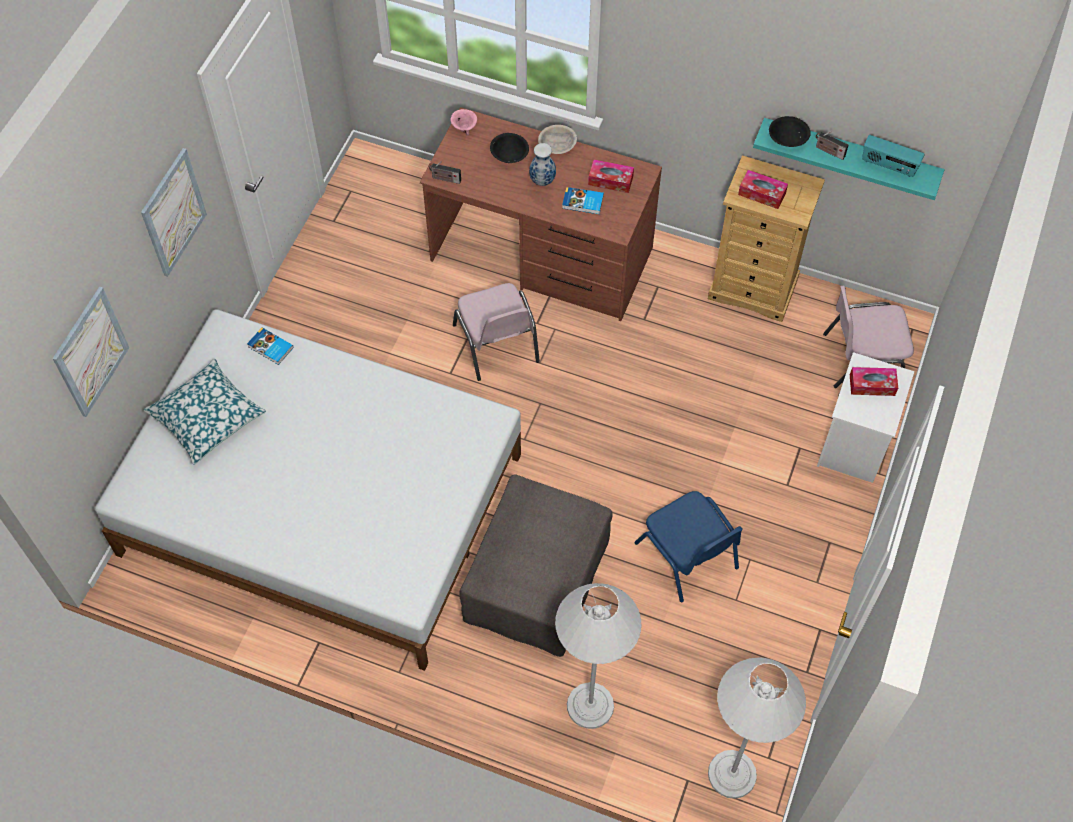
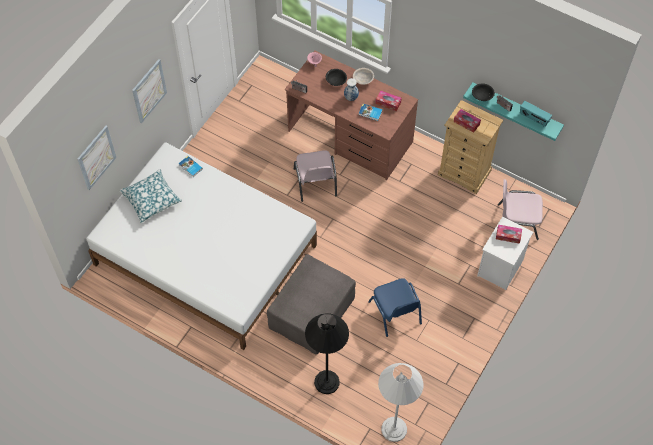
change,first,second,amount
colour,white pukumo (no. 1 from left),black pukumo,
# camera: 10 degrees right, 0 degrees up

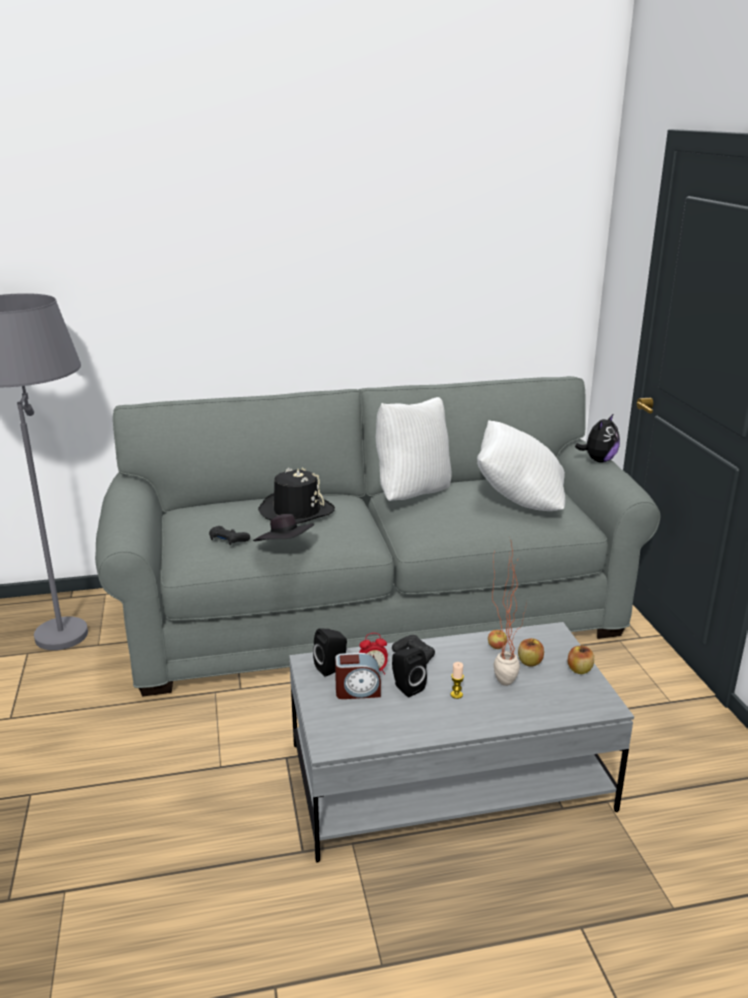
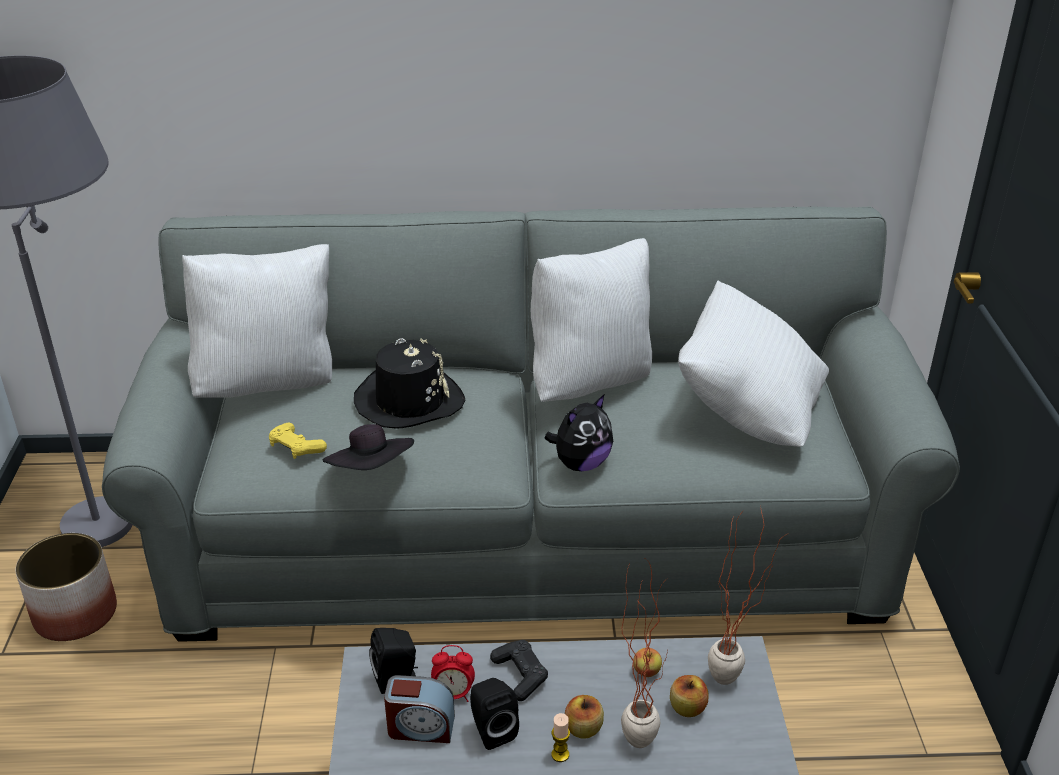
change,first,second,amount
colour,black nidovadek (no. 1 from left),yellow nidovadek,
relocated,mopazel (no. 3 from left in the first image),mopazel (no. 1 from left),
relocated,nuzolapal,,
appeared,,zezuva,
appeared,,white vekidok (no. 1 from left),
appeared,,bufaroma (no. 2 from left),
# camera: 10 degrees right, 10 degrees up

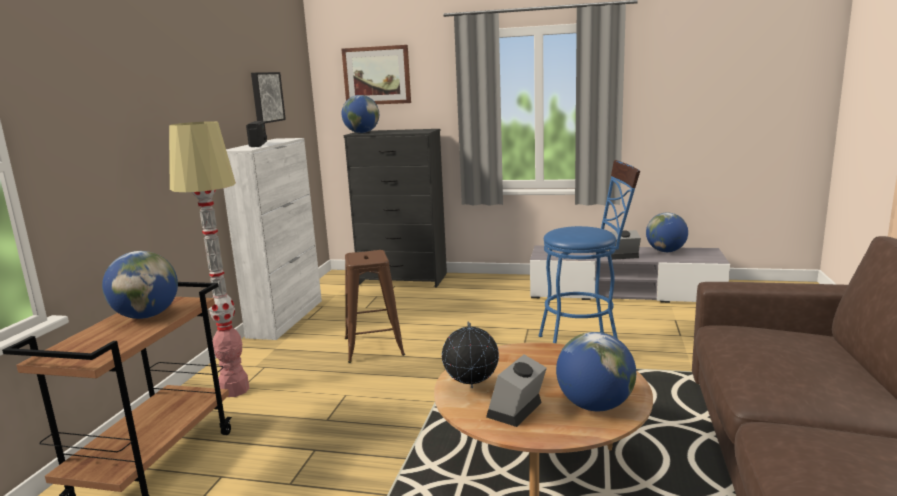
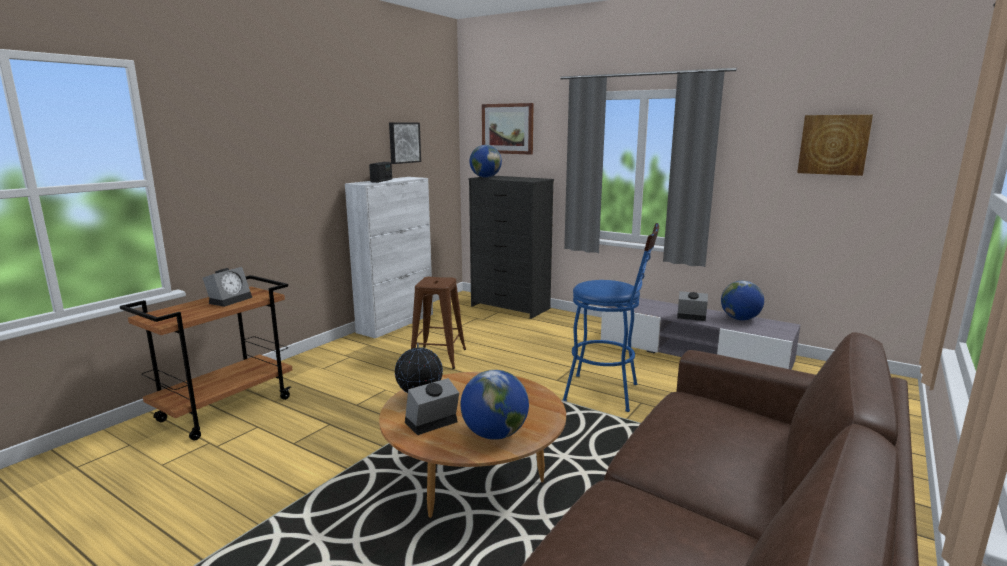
change,first,second,amount
exchanged,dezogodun (no. 1 from left),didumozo (no. 1 from left),
missing,pukumo,,
appeared,,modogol (no. 3 from left),
# camera: 20 degrees right, 0 degrees up

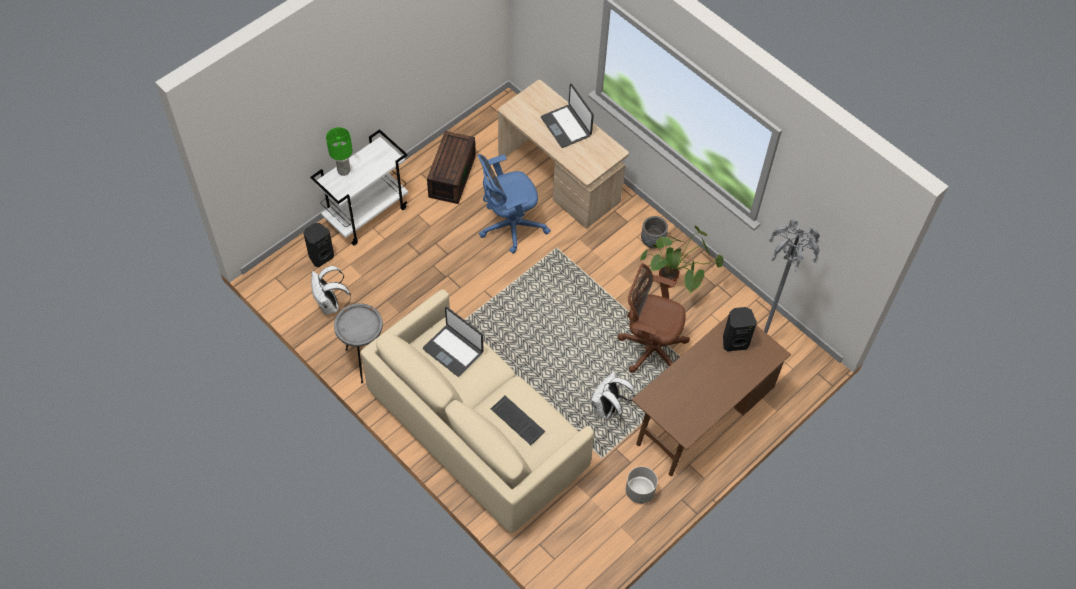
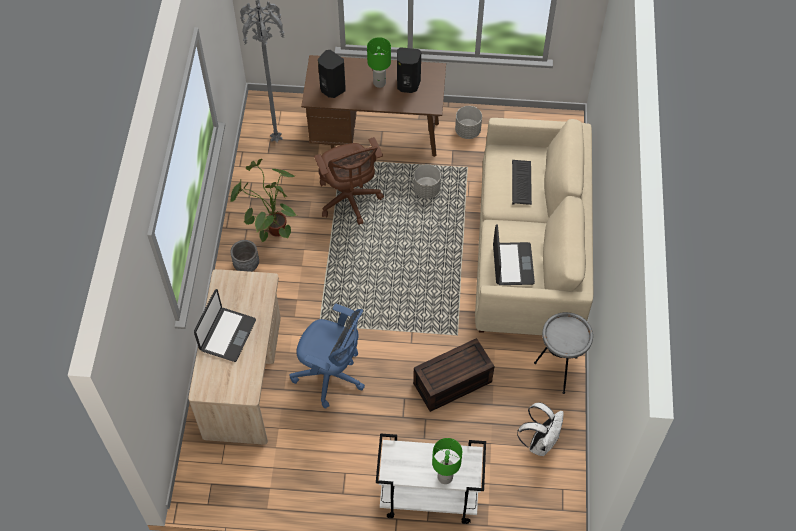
change,first,second,amount
relocated,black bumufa (no. 1 from left in the first image),black bumufa (no. 2 from left),
relocated,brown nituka,,
exchanged,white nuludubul (no. 2 from left),grey zezuva (no. 2 from left),
appeared,,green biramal (no. 1 from left),
# camera: 130 degrees left, 0 degrees up

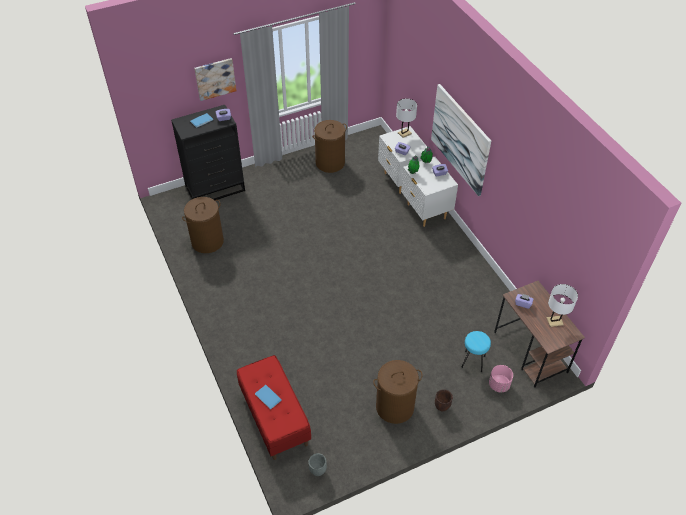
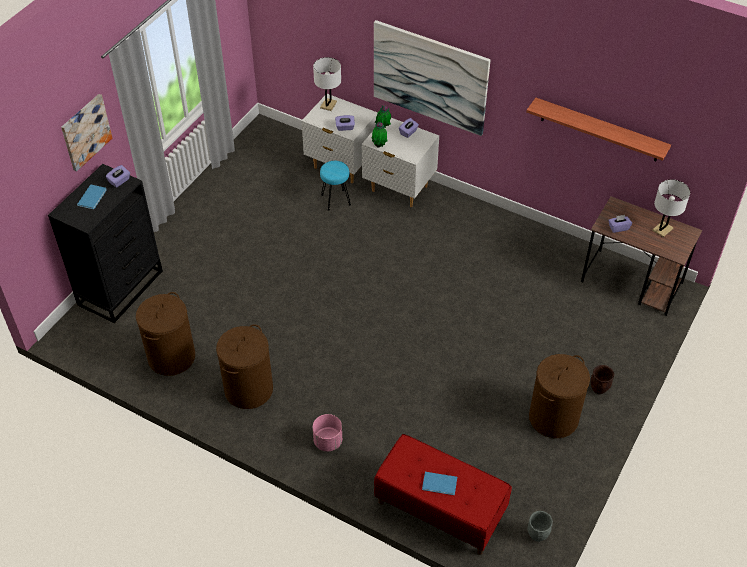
change,first,second,amount
relocated,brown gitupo (no. 2 from left),,
relocated,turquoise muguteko,,
relocated,pink zezuva,,
appeared,,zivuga,
# camera: 35 degrees left, 0 degrees up

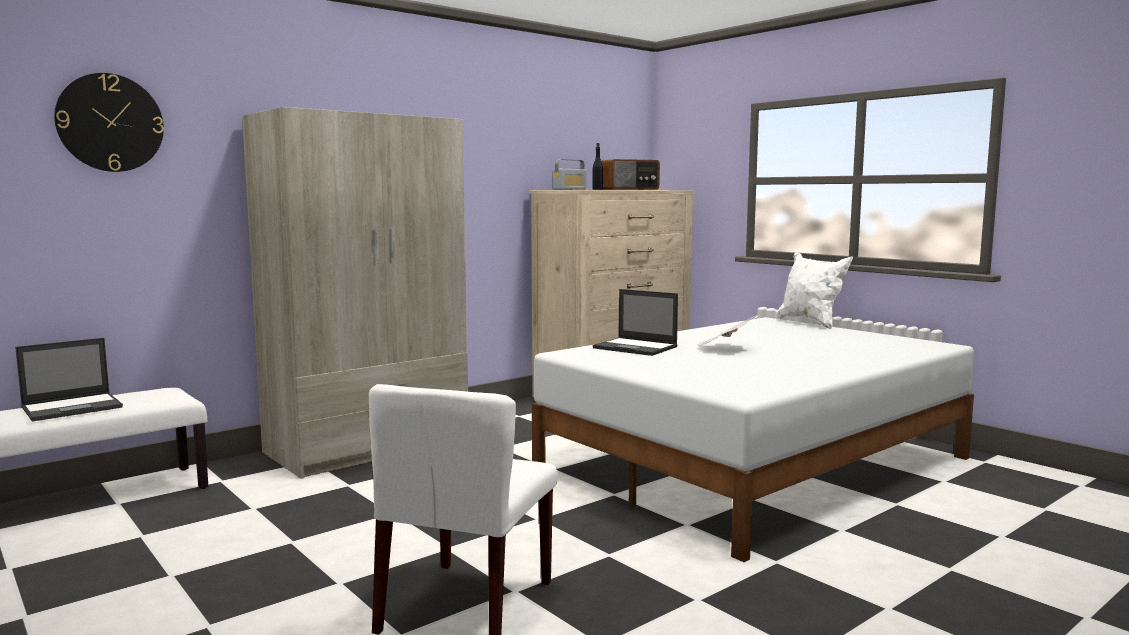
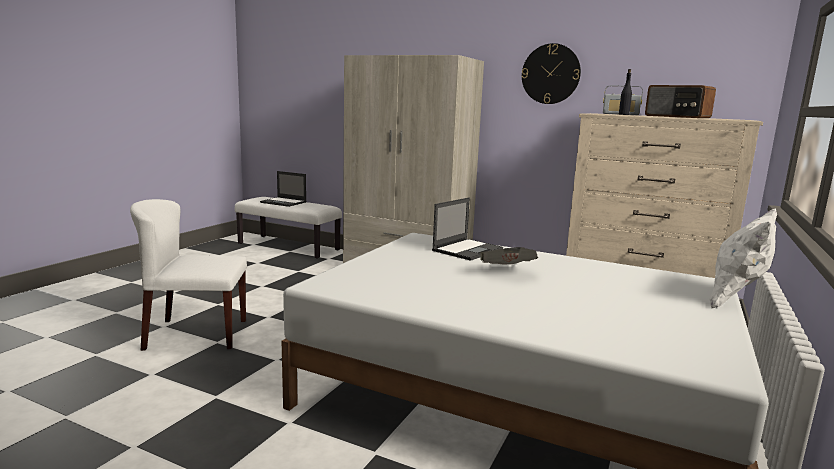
change,first,second,amount
relocated,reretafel,,
spun,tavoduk (no. 2 from left),,150 degrees counterclockwise
# camera: 65 degrees right, 5 degrees up

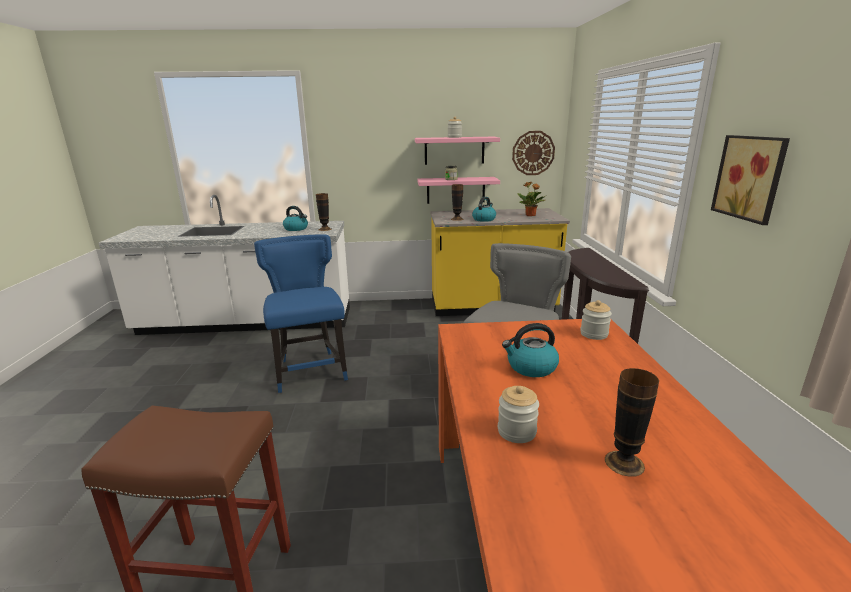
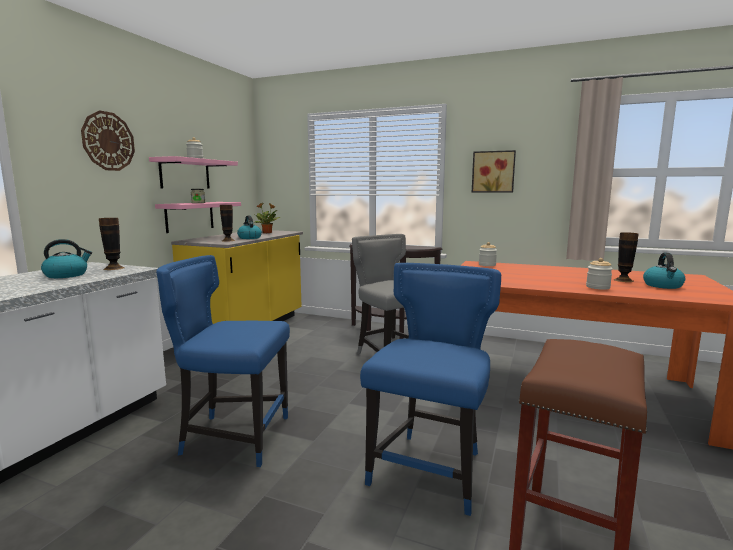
change,first,second,amount
relocated,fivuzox (no. 3 from left),,
relocated,reretafel,,
appeared,,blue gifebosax (no. 2 from left),
# camera: 65 degrees left, 10 degrees down

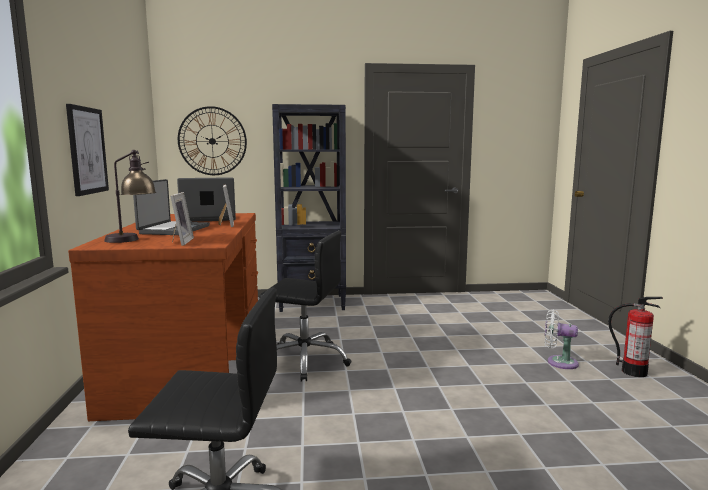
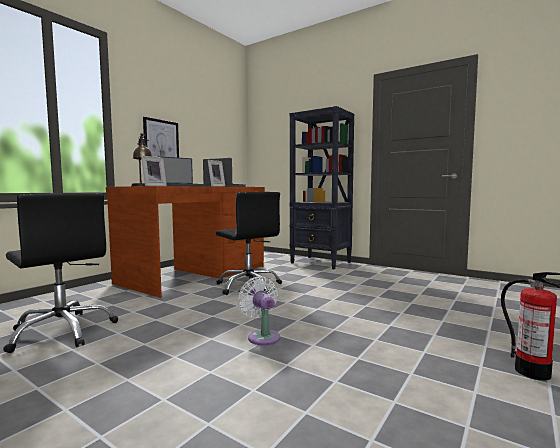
change,first,second,amount
missing,reretafel,,
relocated,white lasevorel,,
# camera: 40 degrees right, 5 degrees down

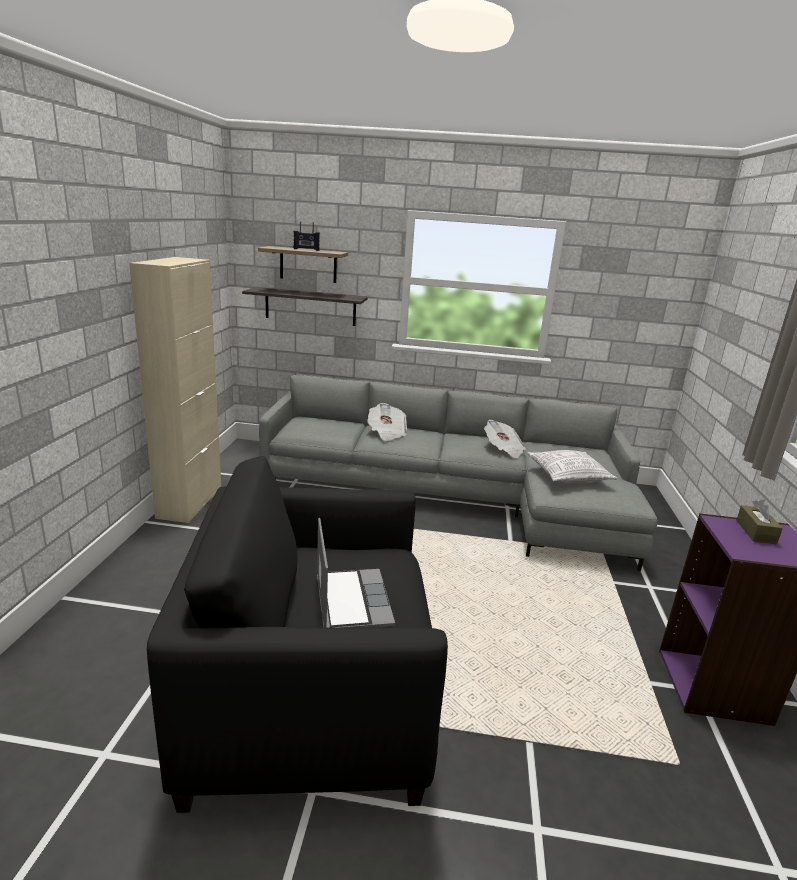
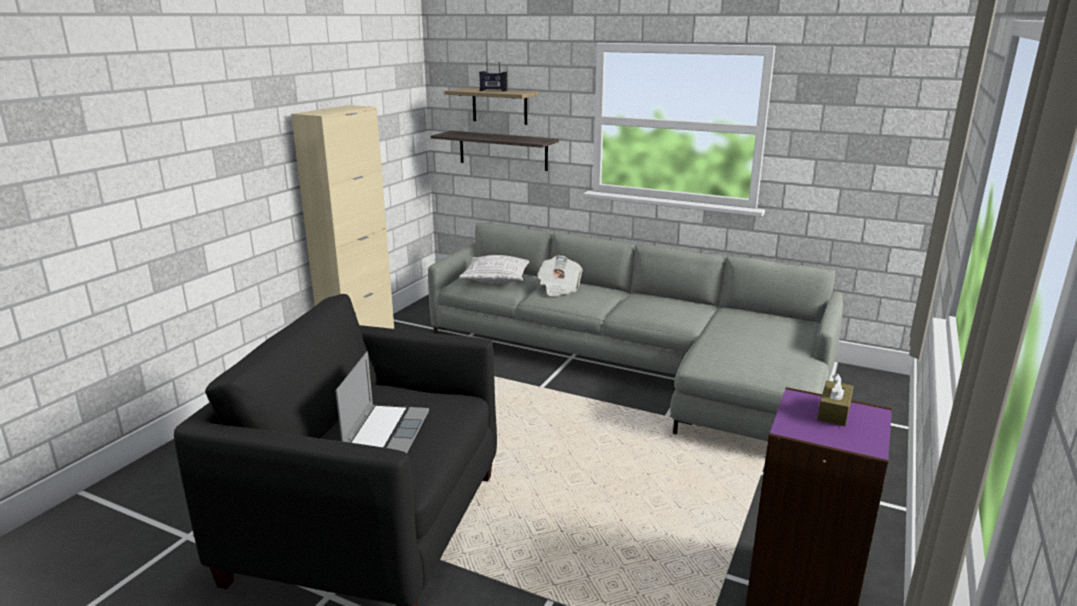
change,first,second,amount
missing,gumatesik (no. 2 from left),,
relocated,vekidok,,
# camera: 20 degrees right, 0 degrees up

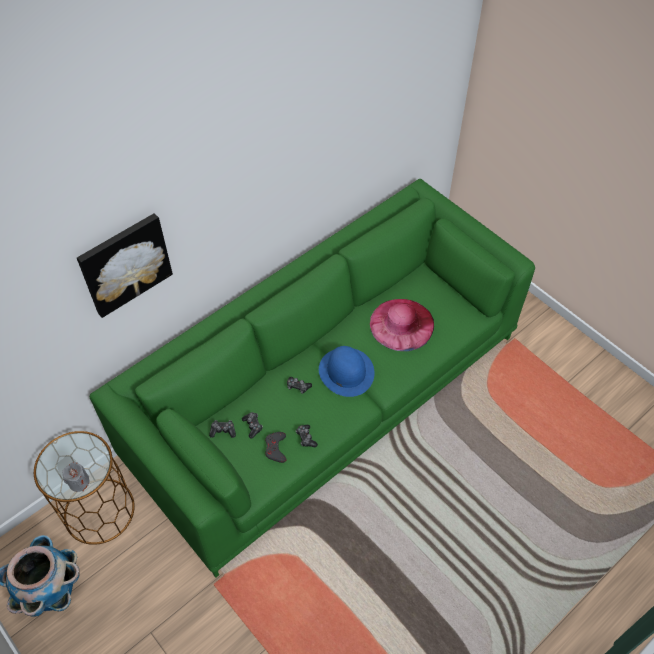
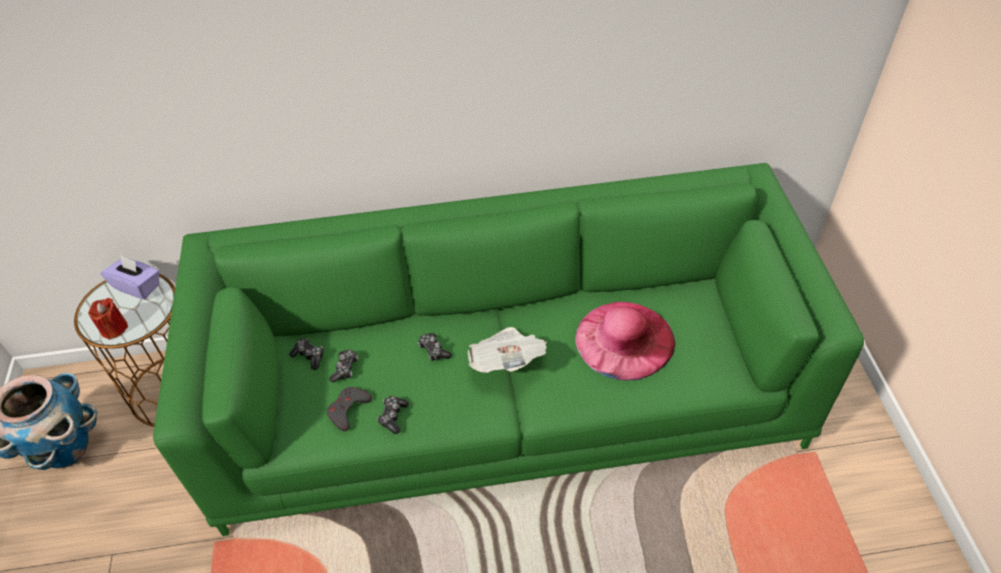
change,first,second,amount
colour,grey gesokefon,red gesokefon,
missing,modogol,,
exchanged,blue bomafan,gumatesik,
appeared,,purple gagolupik,
# camera: 35 degrees right, 5 degrees down

